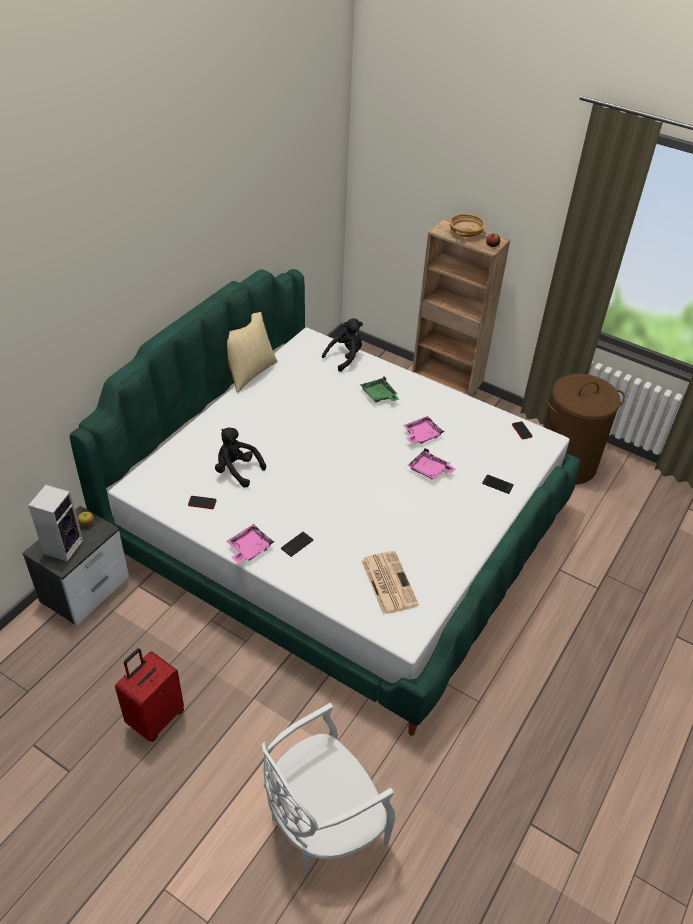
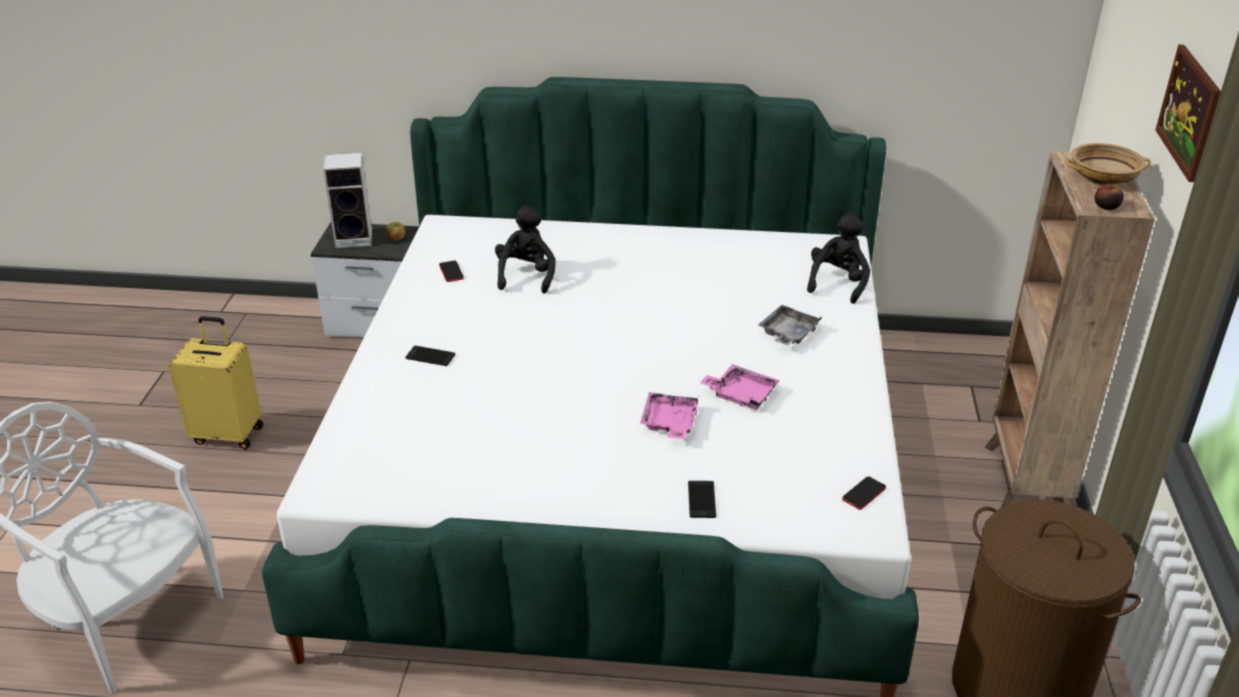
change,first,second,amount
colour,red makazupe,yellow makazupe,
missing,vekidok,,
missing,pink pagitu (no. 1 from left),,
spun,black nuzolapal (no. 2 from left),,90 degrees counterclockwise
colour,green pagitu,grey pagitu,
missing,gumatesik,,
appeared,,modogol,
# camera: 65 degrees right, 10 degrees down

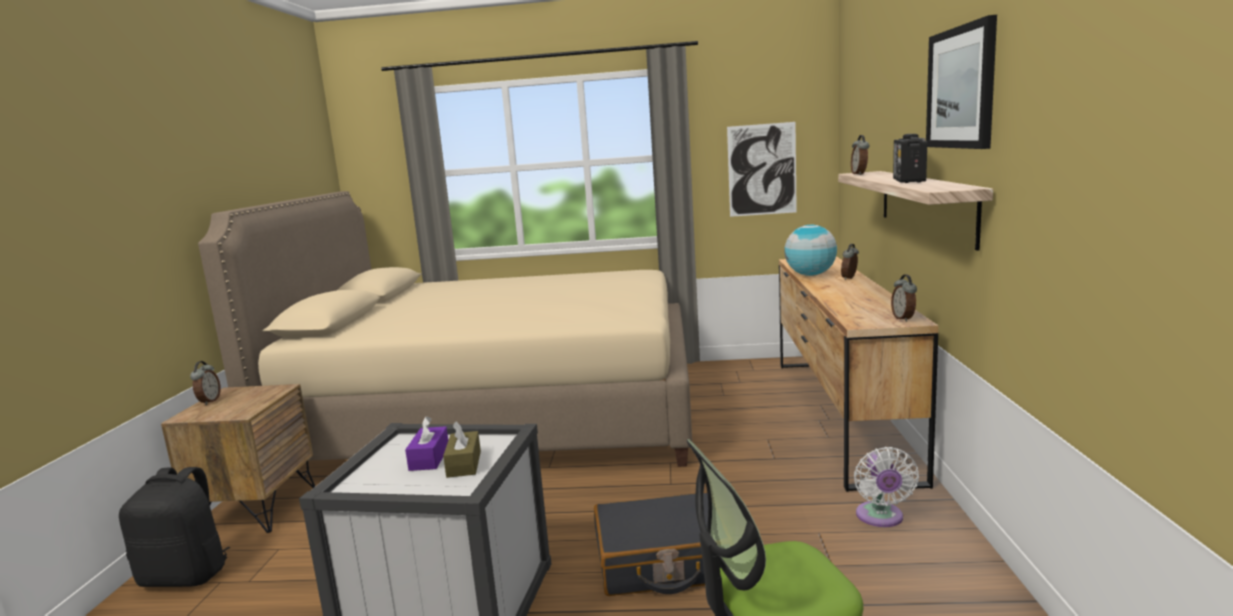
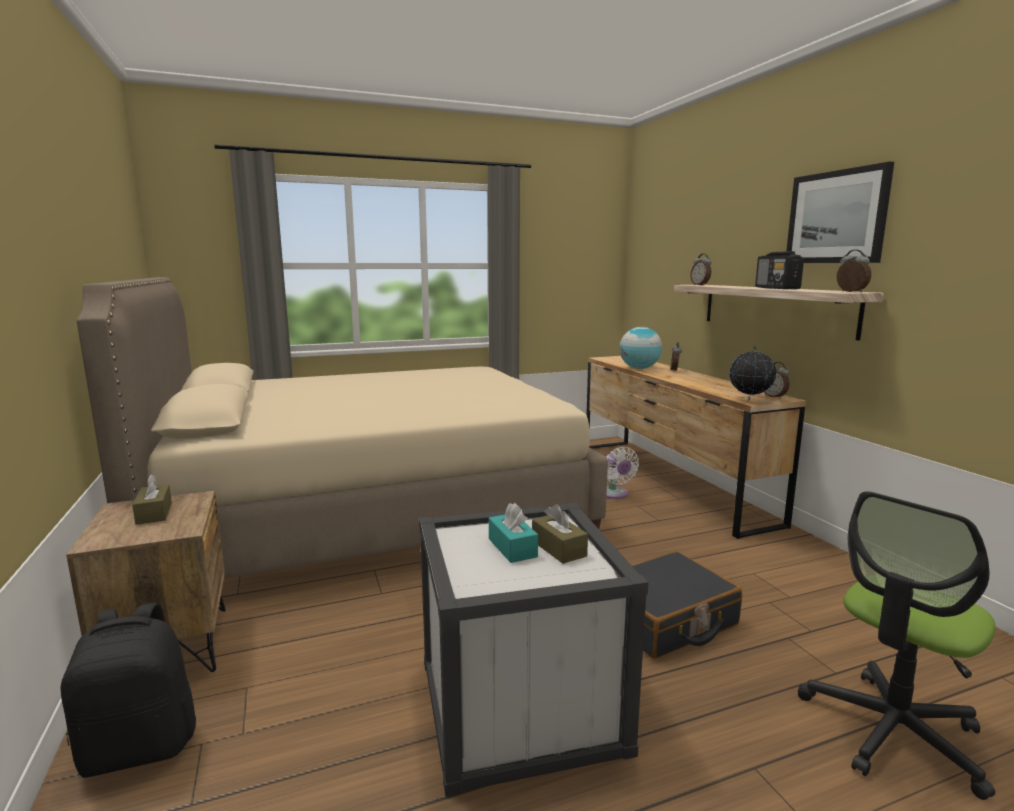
change,first,second,amount
relocated,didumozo (no. 1 from left in the first image),didumozo (no. 4 from left),
colour,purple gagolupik,turquoise gagolupik,
missing,modogol (no. 1 from left),,
relocated,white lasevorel,,
appeared,,brown gagolupik (no. 1 from left),
appeared,,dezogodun (no. 2 from left),
# camera: 25 degrees left, 0 degrees up

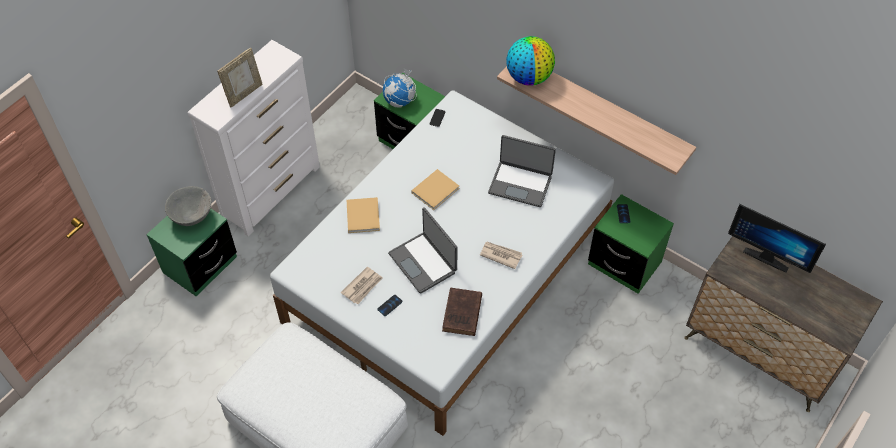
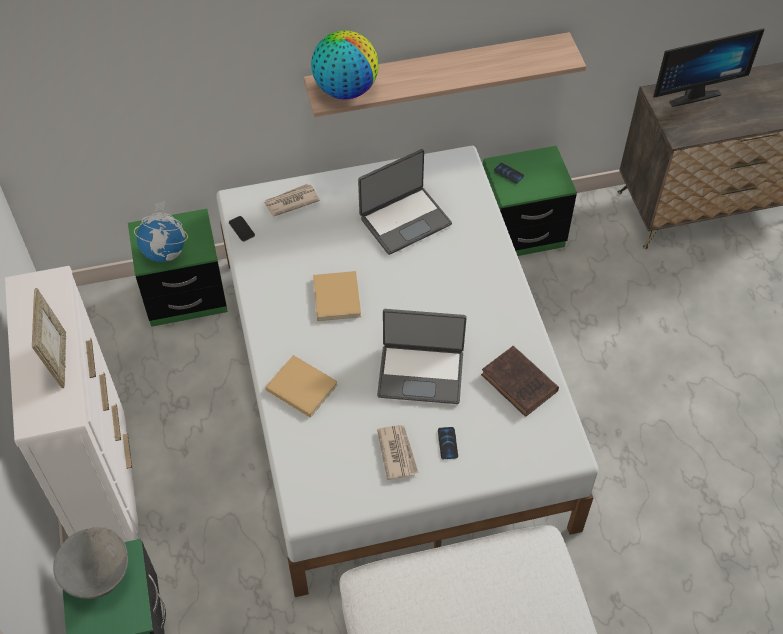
change,first,second,amount
relocated,gumatesik (no. 2 from left in the first image),gumatesik (no. 1 from left),
# camera: 50 degrees left, 0 degrees up

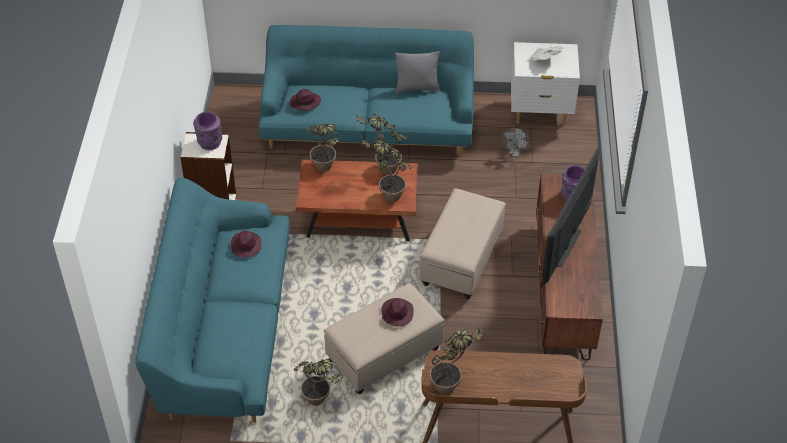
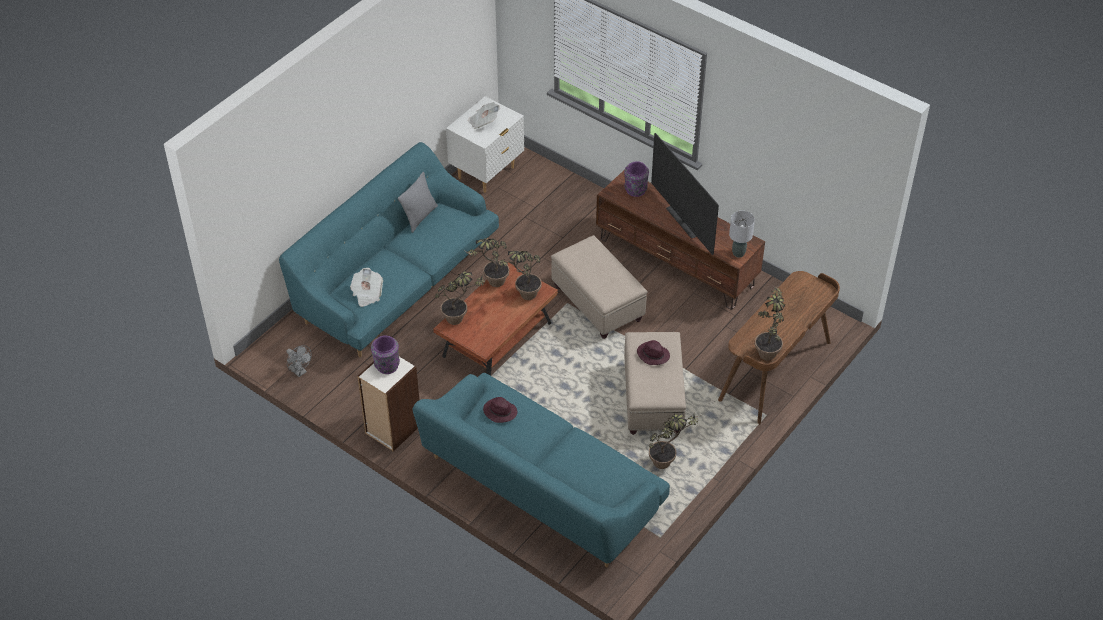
change,first,second,amount
exchanged,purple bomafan (no. 2 from left),gumatesik (no. 1 from left),
relocated,grey lasevorel,,
appeared,,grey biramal,
# camera: 55 degrees left, 0 degrees up

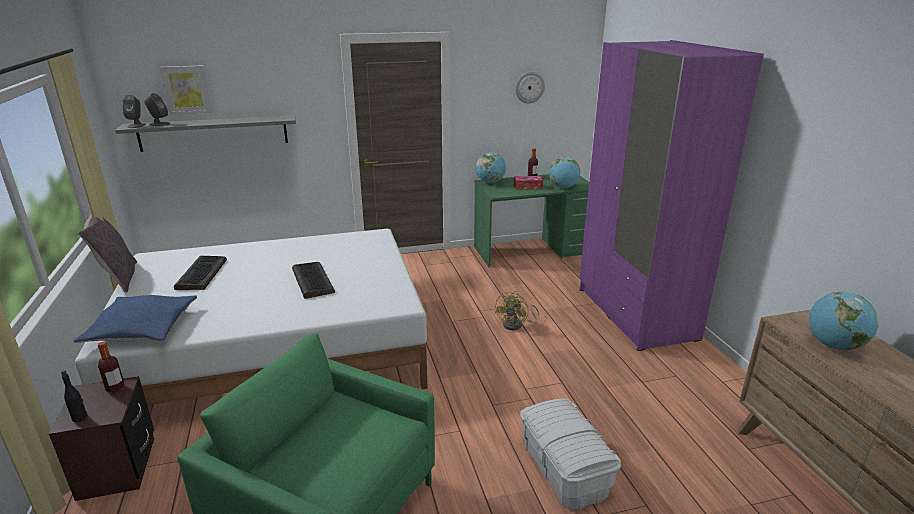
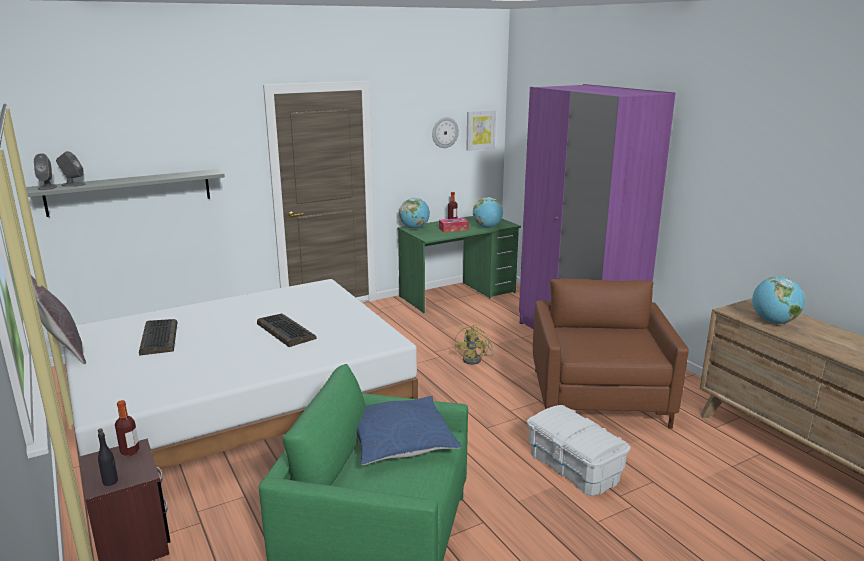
change,first,second,amount
relocated,blue vekidok,,
relocated,modogol,,
appeared,,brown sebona,
# camera: 15 degrees left, 5 degrees down

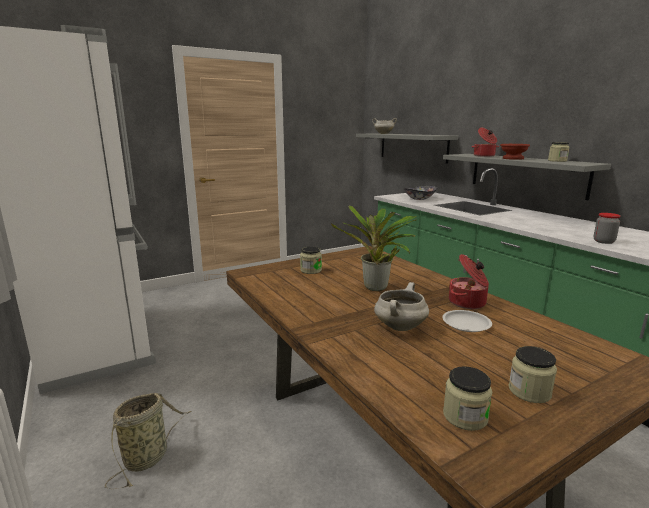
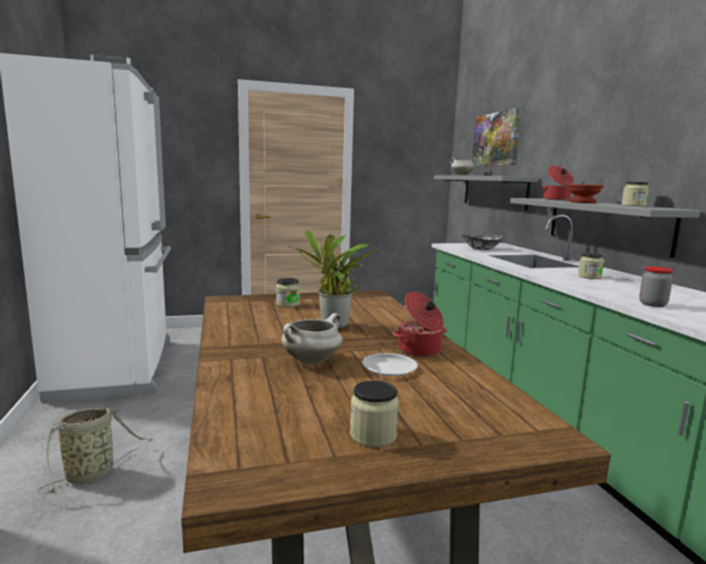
change,first,second,amount
relocated,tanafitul (no. 2 from left in the first image),tanafitul (no. 3 from left),
appeared,,modogol,
# camera: 15 degrees right, 5 degrees down

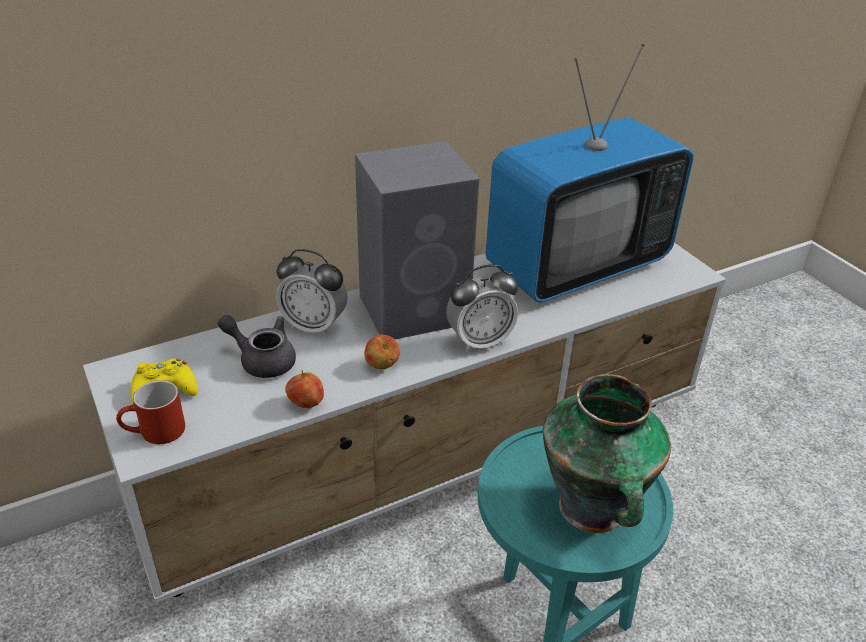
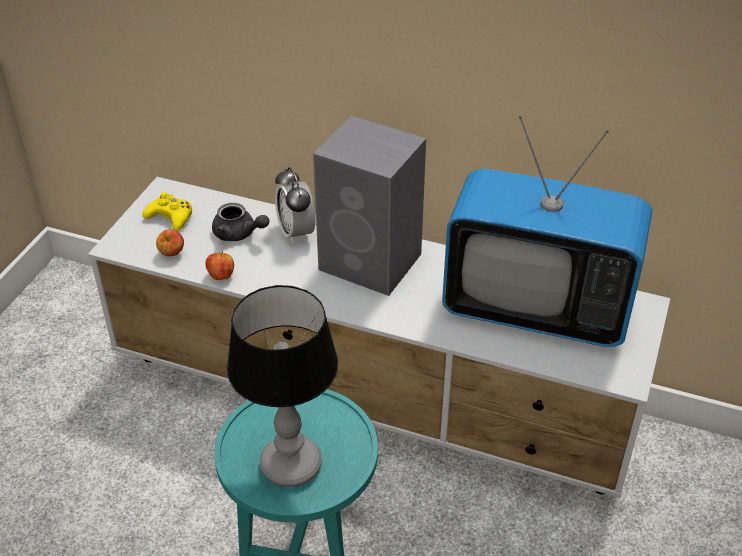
change,first,second,amount
missing,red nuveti,,
spun,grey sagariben,,135 degrees clockwise
relocated,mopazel (no. 2 from left in the first image),mopazel (no. 1 from left),
missing,didumozo (no. 2 from left),,
exchanged,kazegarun,biramal,
# camera: 50 degrees right, 5 degrees up

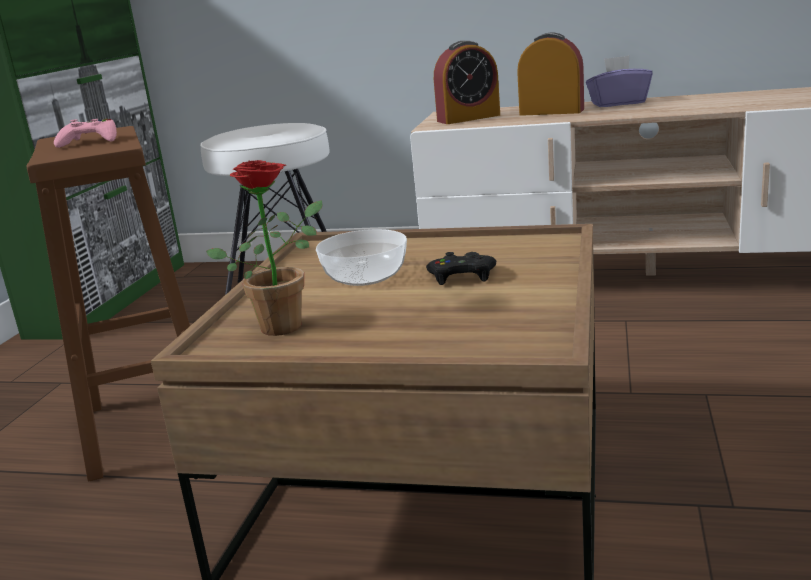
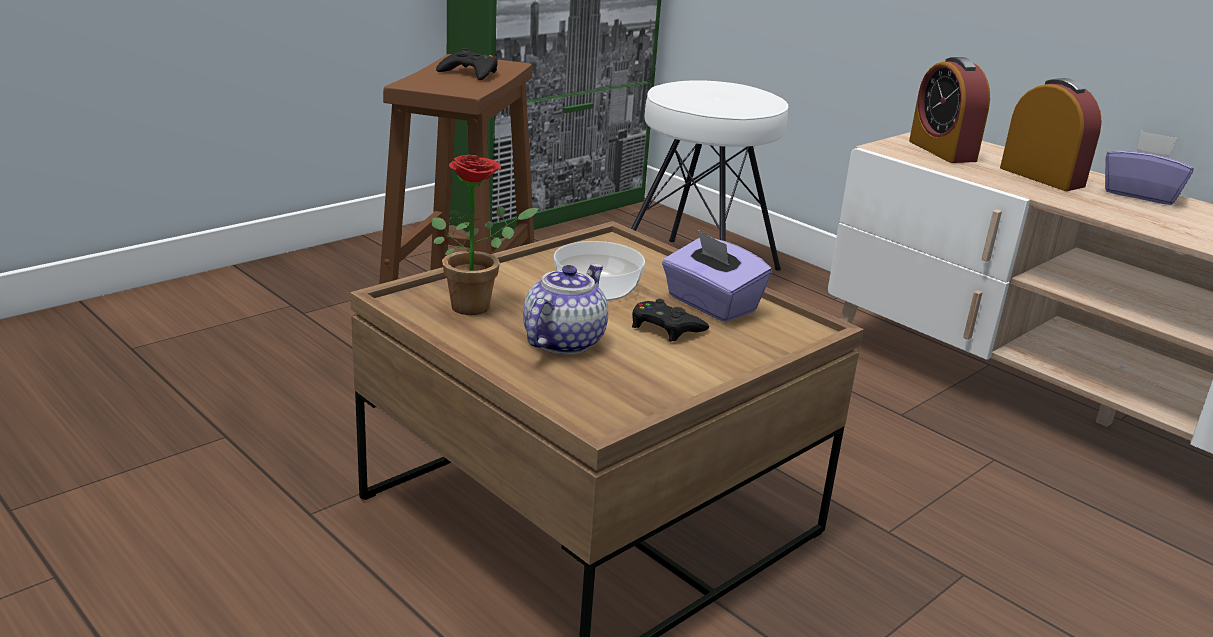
change,first,second,amount
colour,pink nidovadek,black nidovadek (no. 1 from left),
spun,didumozo (no. 1 from left),,60 degrees clockwise
appeared,,sagariben,
appeared,,purple gagolupik (no. 1 from left),
# camera: 30 degrees right, 5 degrees up

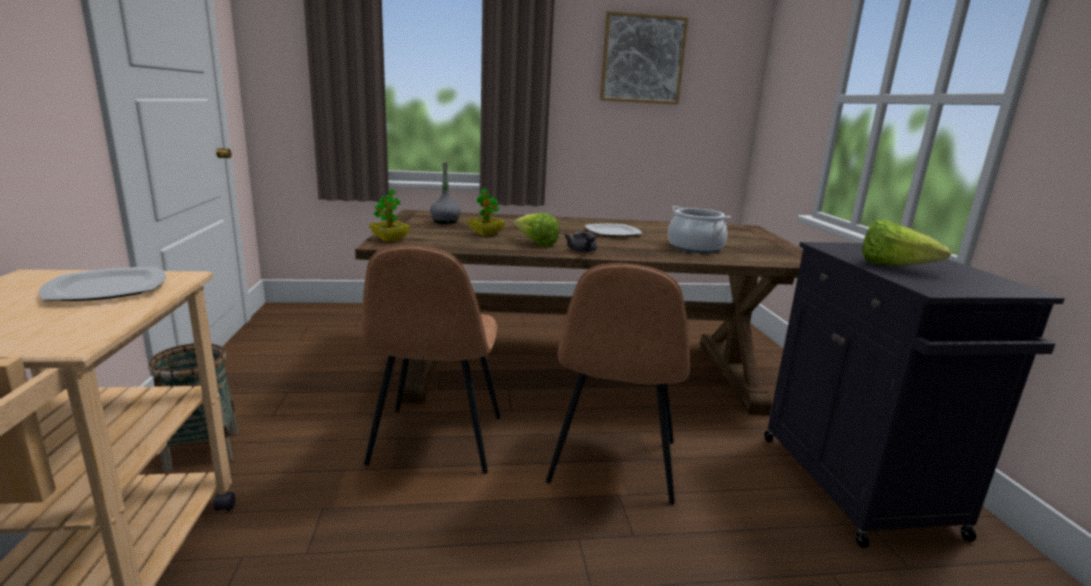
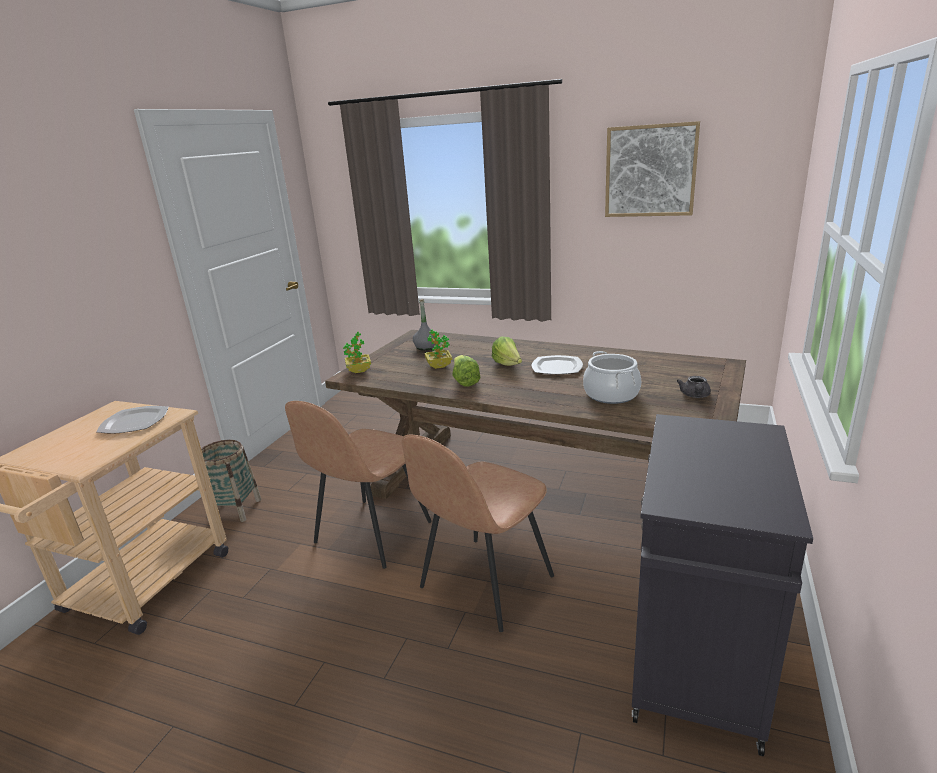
change,first,second,amount
relocated,grey sagariben,,
relocated,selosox (no. 2 from left),,
# camera: 30 degrees right, 5 degrees up

